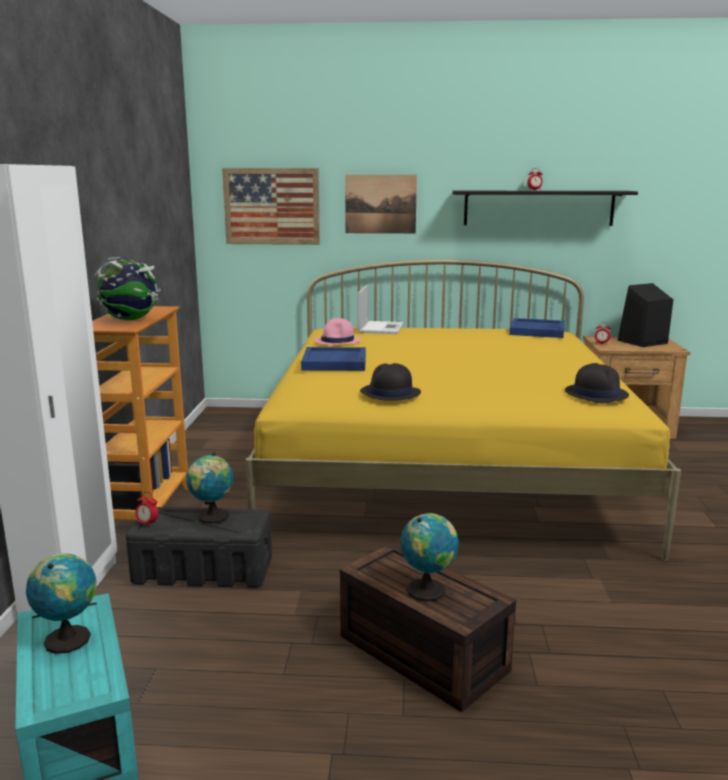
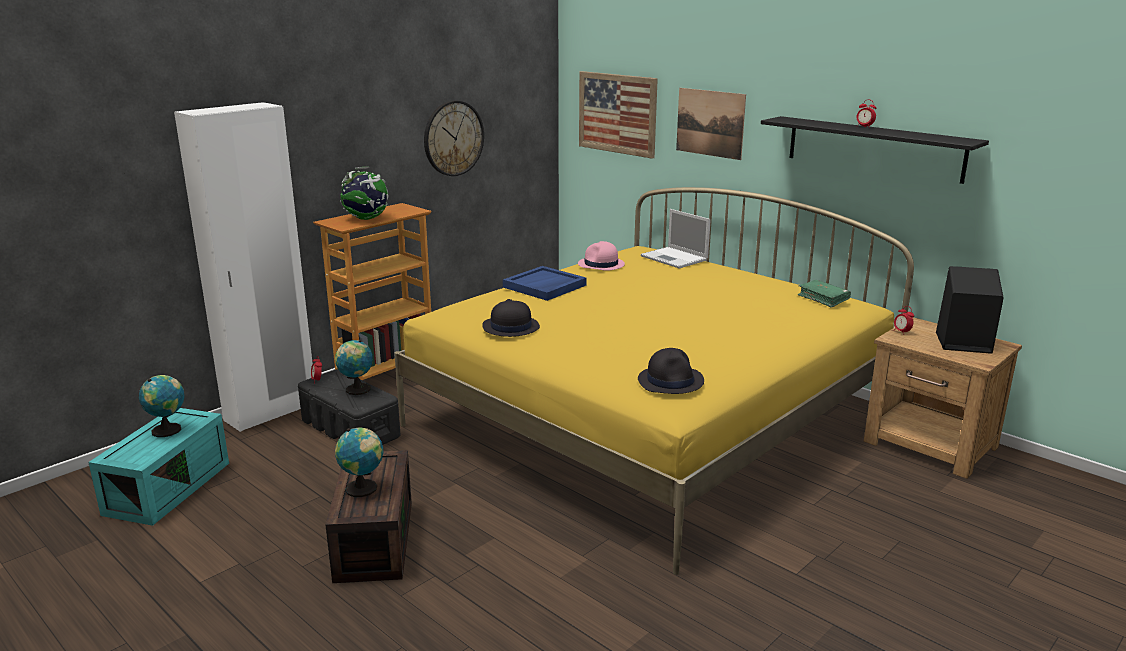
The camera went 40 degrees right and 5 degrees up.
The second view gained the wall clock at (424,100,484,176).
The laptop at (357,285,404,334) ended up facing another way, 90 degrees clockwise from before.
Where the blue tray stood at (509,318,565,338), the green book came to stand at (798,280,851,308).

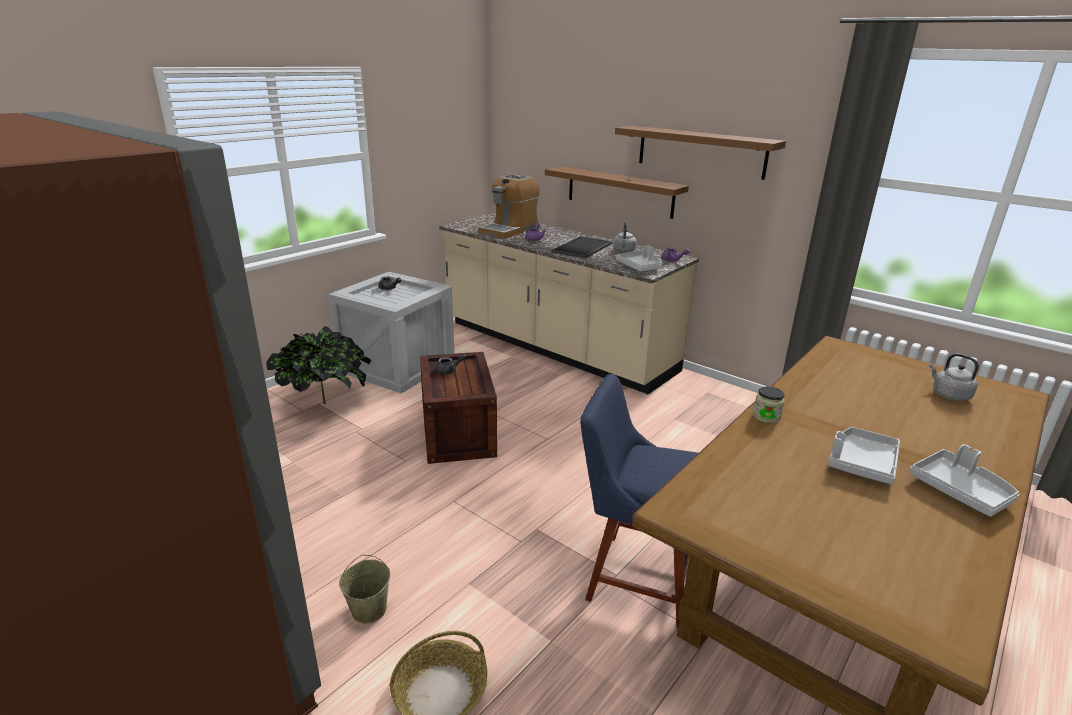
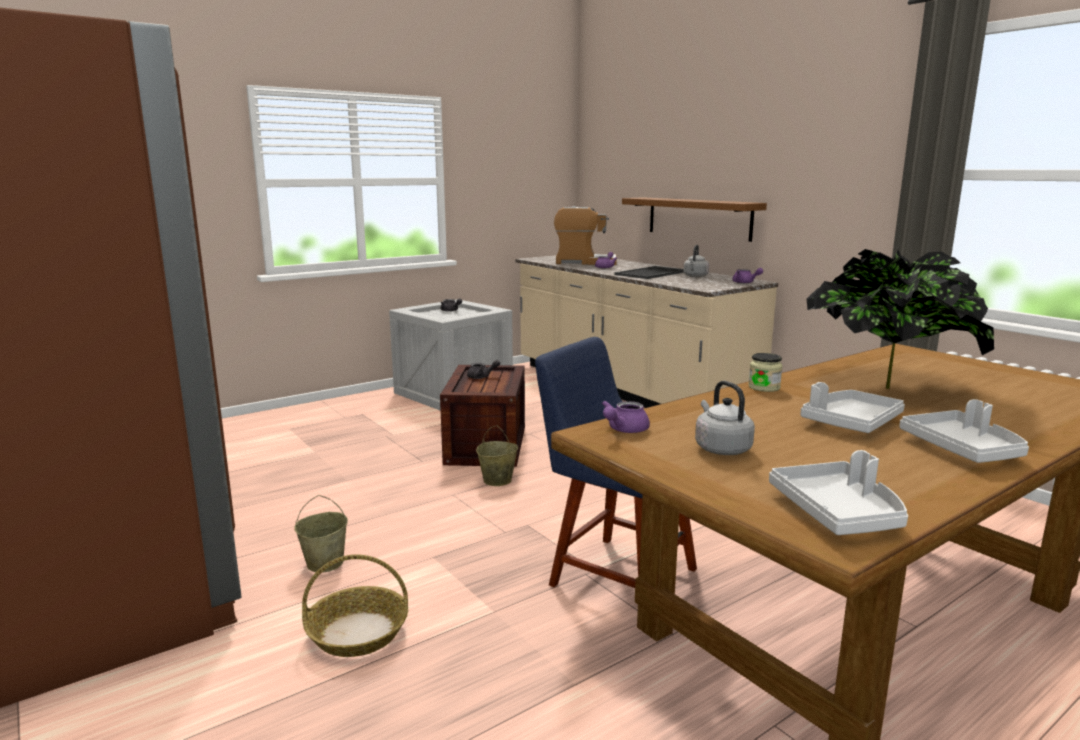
The camera went 15 degrees right and 10 degrees down.
The second view gained the beige bucket at (476,425,518,486).
The coffee machine at (478,174,540,239) ended up facing another way, 135 degrees counterclockwise from before.
The second view gained the purple teapot at (602,401,650,433).
The grey kettle ended up elsewhere, having gone from (929,354,979,401) to (695,381,755,455).
The grey tray ended up elsewhere, having gone from (616,245,663,271) to (769,450,908,535).
The potted plant ended up elsewhere, having gone from (266,326,371,404) to (806,249,994,389).
The second view lost the brown shelf at (615,126,786,180).

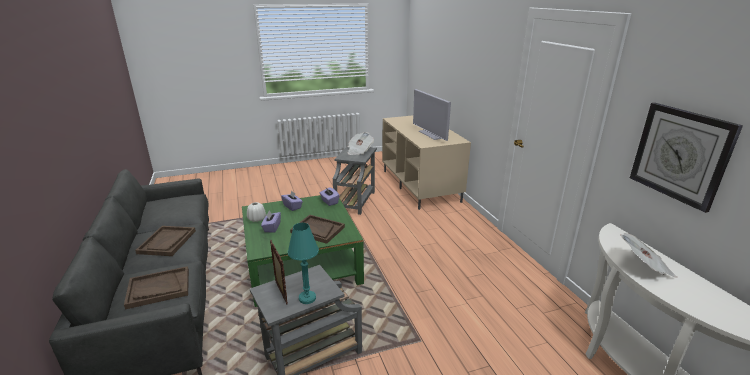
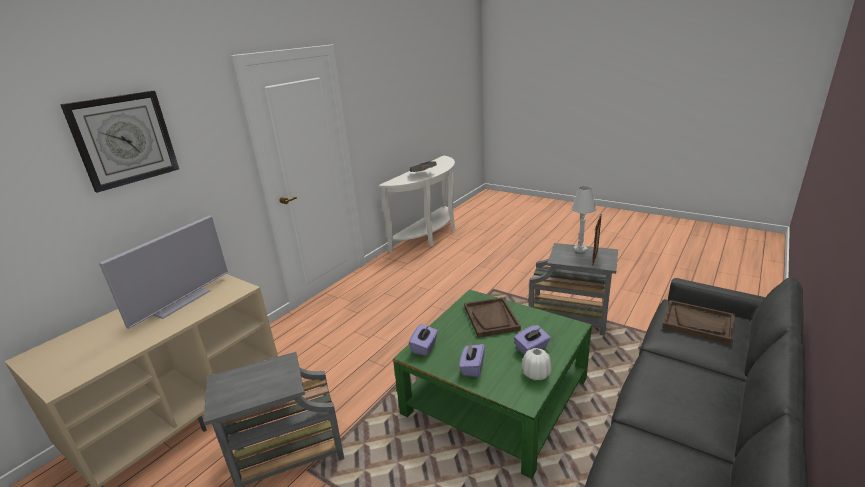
The camera went 125 degrees left and 0 degrees up.
The wall clock ended up elsewhere, having gone from (630,103,743,213) to (60,91,179,193).
What was the turquoise table lamp at (288,223,319,304) turned into the white table lamp at (571,186,596,253).
The second view lost the brown tray at (135,226,196,256).
The second view lost the newspaper at (347,132,374,155).

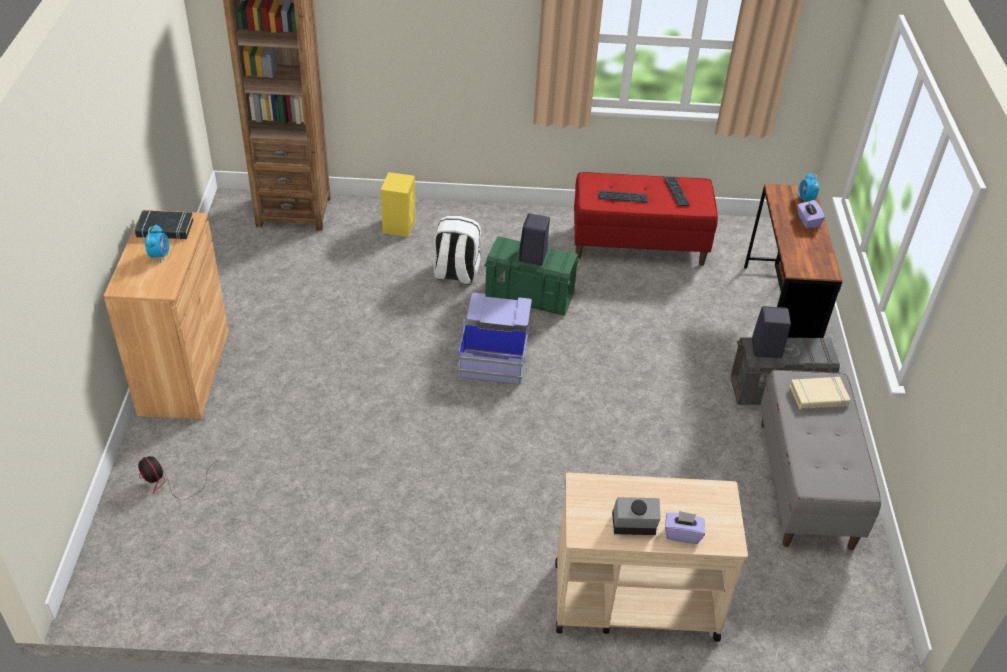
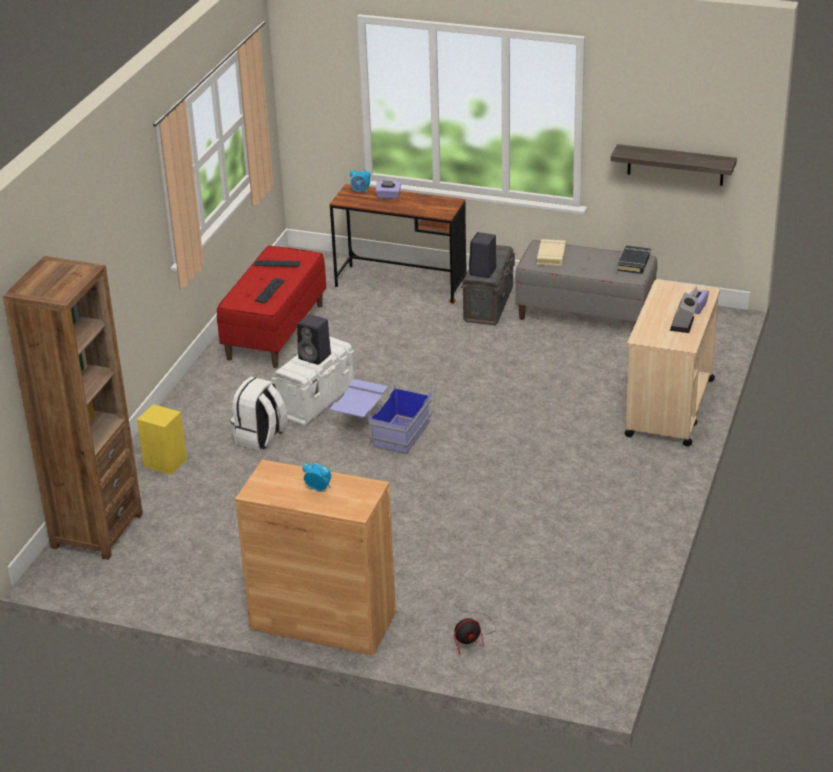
The camera went 70 degrees left and 10 degrees down.
What was the green storage box at (484,236,580,316) turned into the white storage box at (271,336,354,426).
The second view gained the shelf at (610,144,737,186).
The black book ended up elsewhere, having gone from (134,210,193,240) to (617,246,651,274).

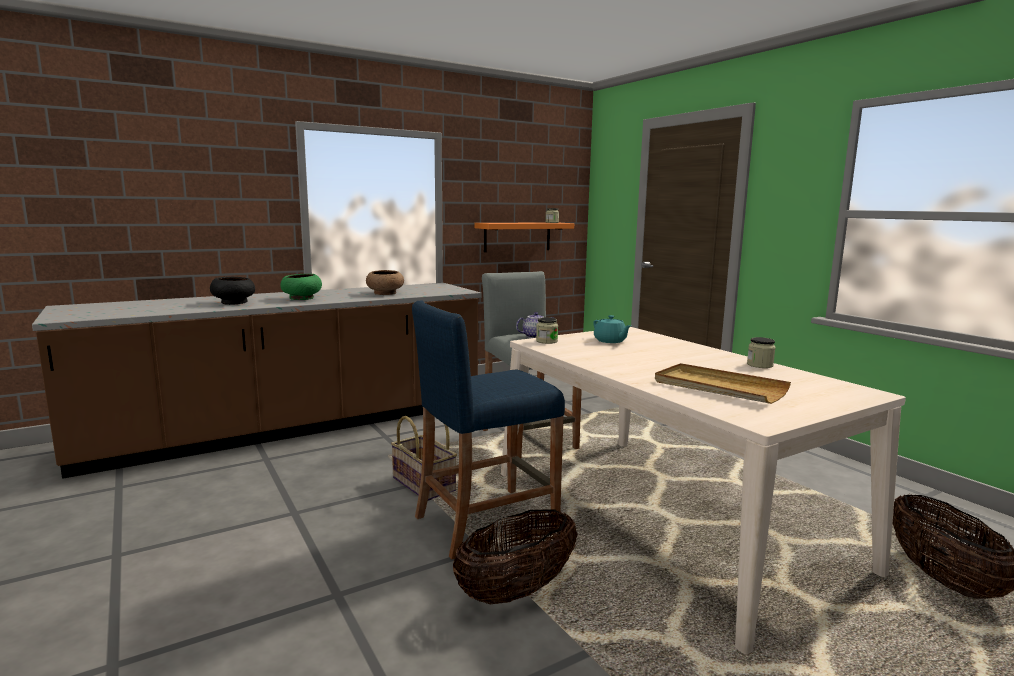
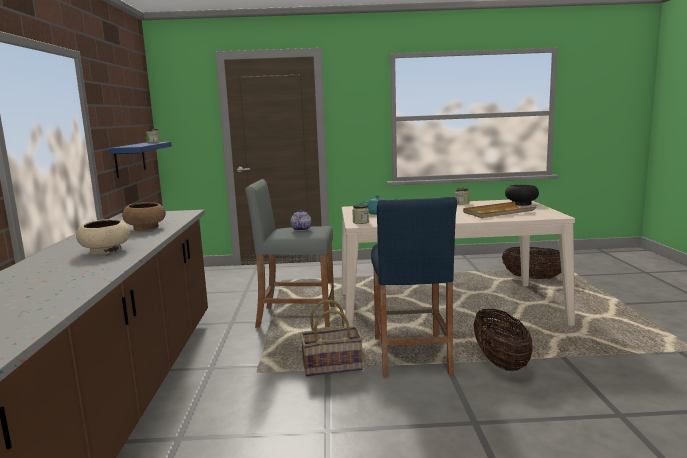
The camera went 60 degrees left and 0 degrees up.
What was the green bowl at (280,274,322,300) turned into the beige bowl at (76,219,131,254).
What was the orange shelf at (474,223,574,252) turned into the blue shelf at (109,142,172,178).
The black bowl ended up elsewhere, having gone from (210,277,255,305) to (505,185,539,206).

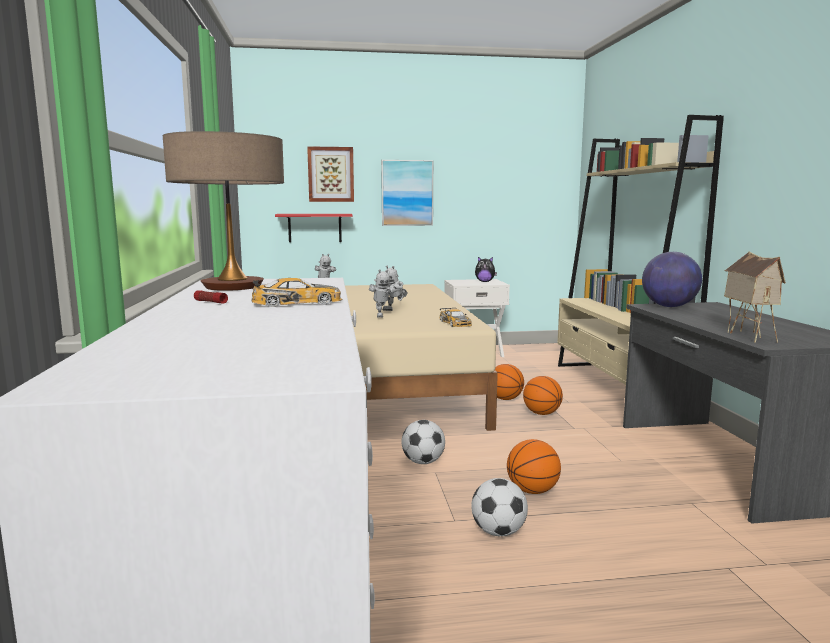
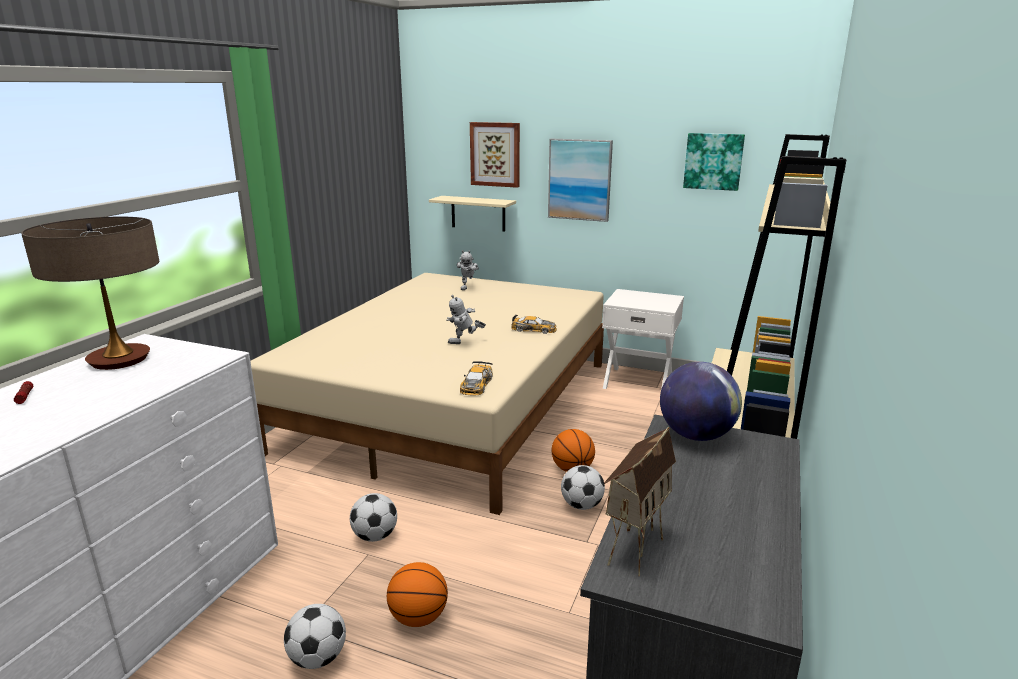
The camera went 30 degrees right and 10 degrees up.
What was the red shelf at (275,214,352,242) turned into the beige shelf at (429,196,516,232).
The toy car ended up elsewhere, having gone from (251,278,342,307) to (511,315,557,334).
Where the basketball stood at (523,376,563,415), the football came to stand at (561,465,605,510).
The second view gained the picture at (683,133,745,191).
The second view lost the toy robot at (369,269,397,318).
The second view lost the plush toy at (475,257,497,282).

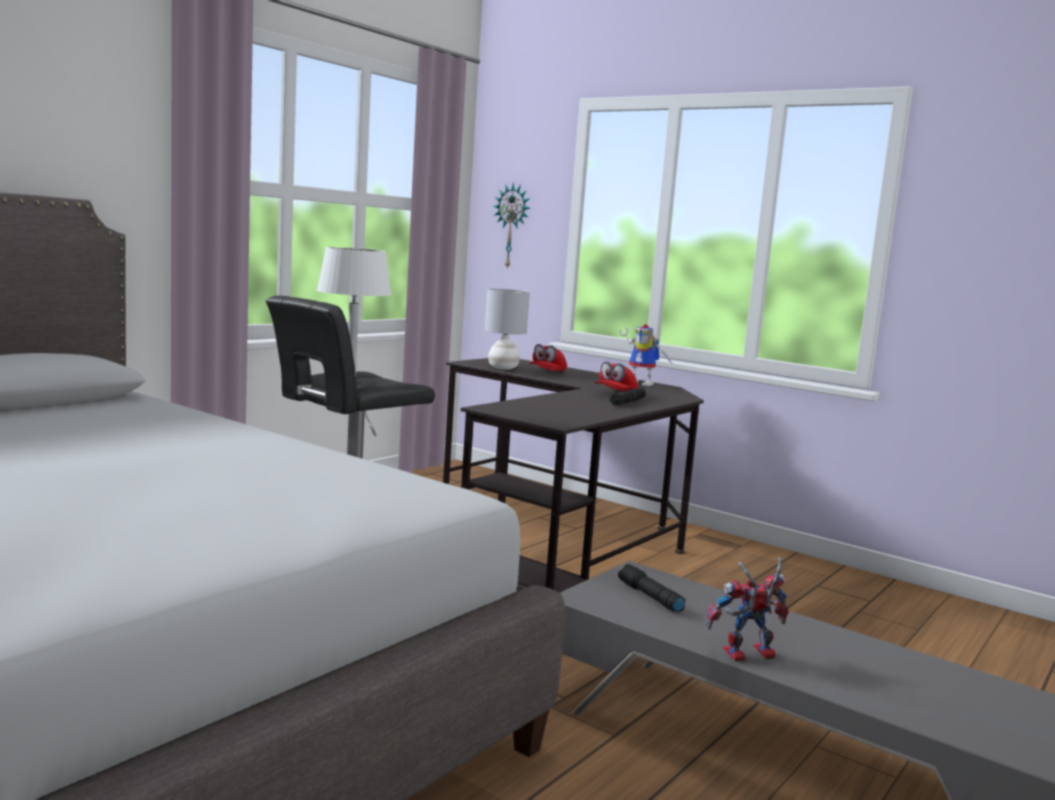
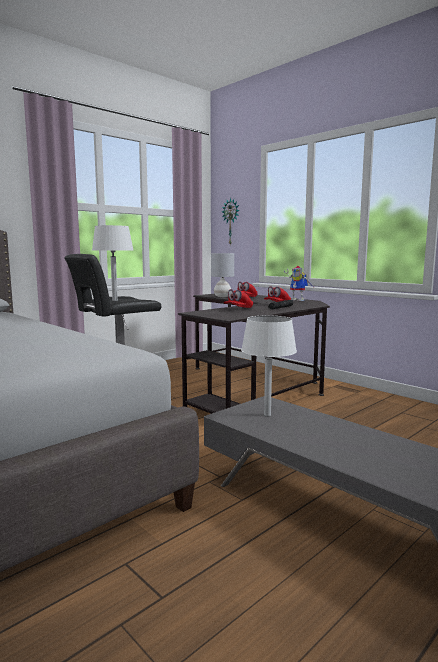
The camera went 10 degrees right and 0 degrees up.
The second view gained the red cap at (224,289,253,308).
Where the black flashlight stood at (618,564,685,612), the white table lamp came to stand at (241,315,297,417).
The second view lost the toy robot at (703,557,788,662).

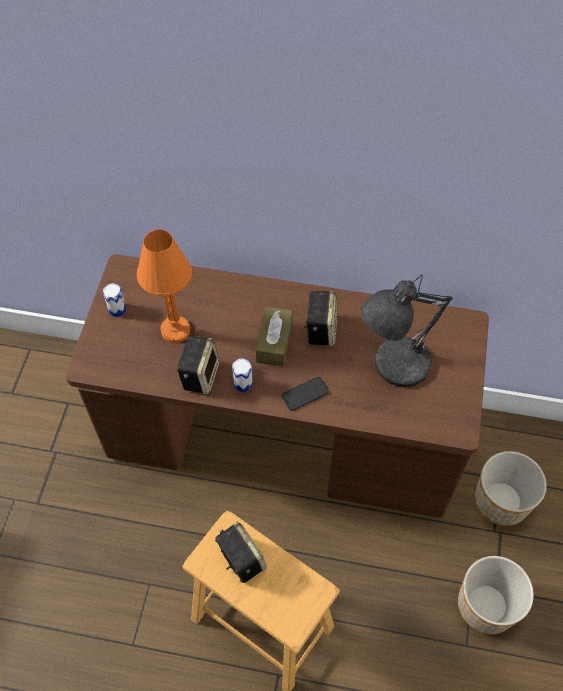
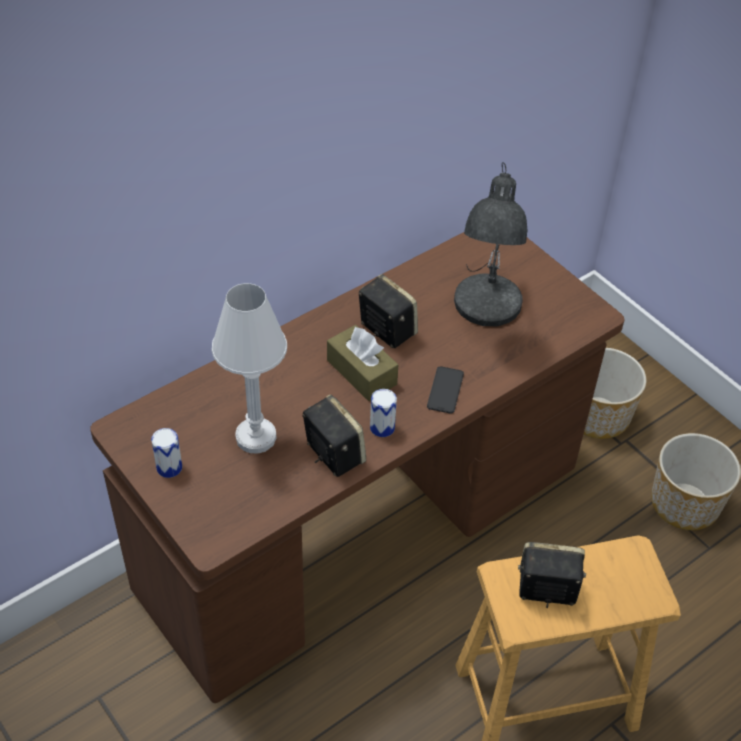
The camera went 50 degrees left and 10 degrees down.
What was the orange table lamp at (137,229,192,343) turned into the white table lamp at (212,283,287,453).

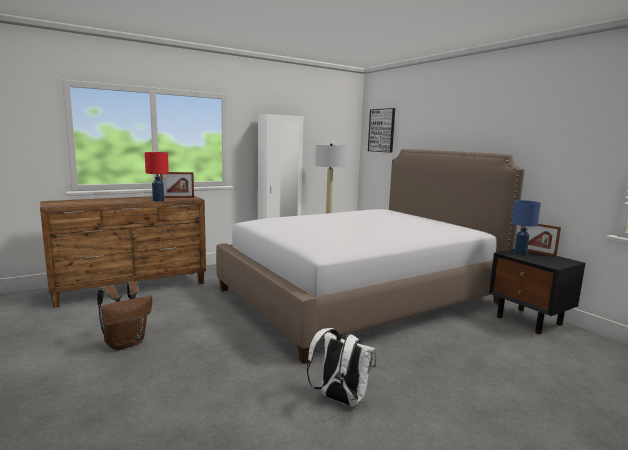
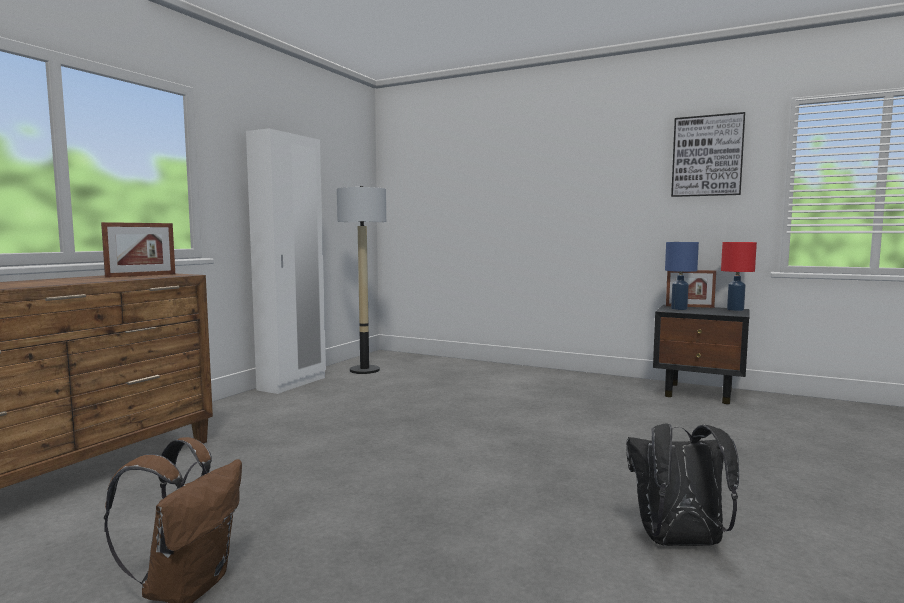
The camera went 30 degrees left and 5 degrees down.
What was the white backpack at (307,328,376,406) turned into the black backpack at (626,423,739,546).
The picture ended up elsewhere, having gone from (368,108,395,153) to (671,112,745,197).
The red table lamp ended up elsewhere, having gone from (145,152,169,201) to (721,242,757,311).
The second view lost the bed at (216,149,525,364).

